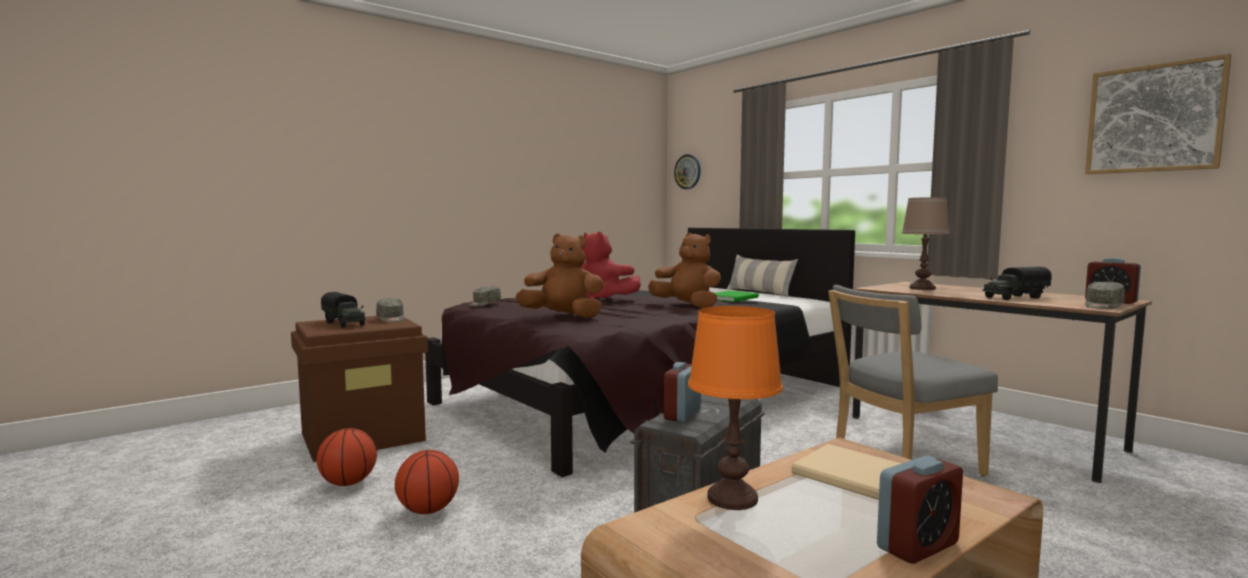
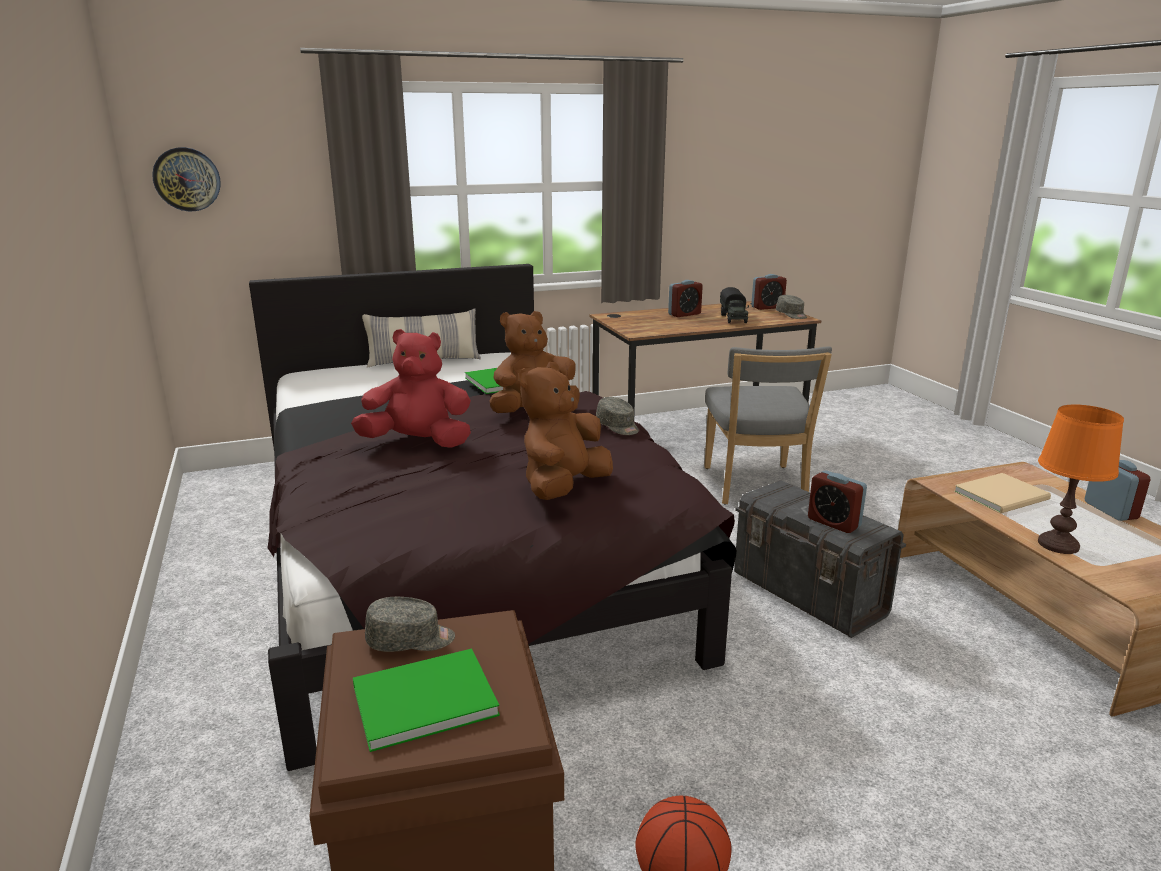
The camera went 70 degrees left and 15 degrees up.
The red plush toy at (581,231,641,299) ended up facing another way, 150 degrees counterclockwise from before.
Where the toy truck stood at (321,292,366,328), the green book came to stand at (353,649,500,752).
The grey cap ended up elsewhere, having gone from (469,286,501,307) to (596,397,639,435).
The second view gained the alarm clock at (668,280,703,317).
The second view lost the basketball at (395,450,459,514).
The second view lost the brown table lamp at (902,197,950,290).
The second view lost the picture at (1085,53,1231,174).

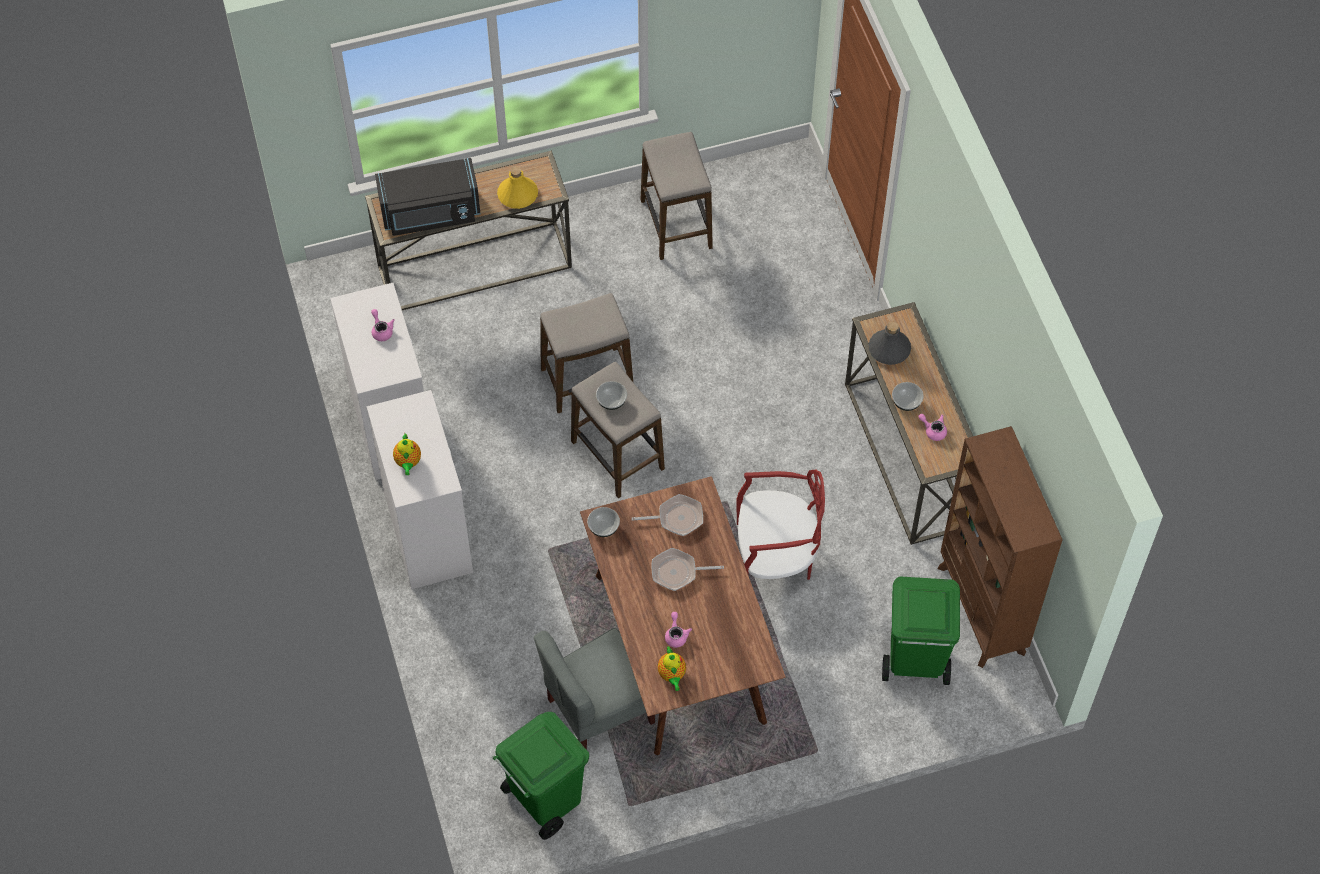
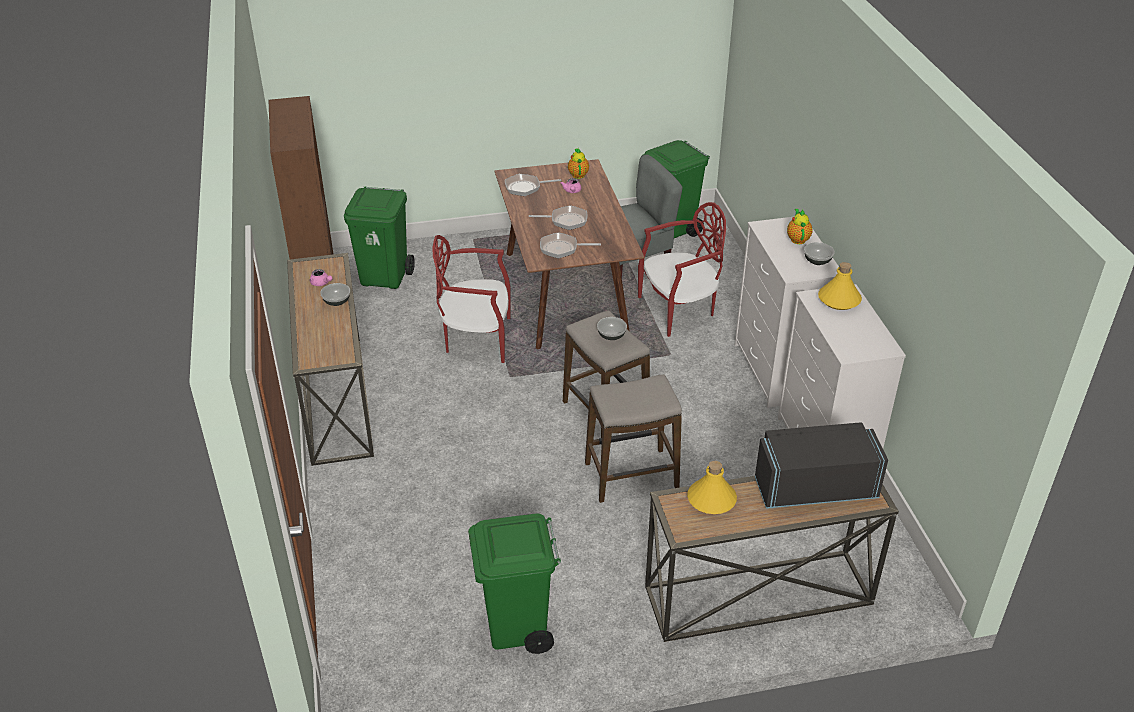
The camera went 175 degrees left and 20 degrees down.
Where the stool stood at (640,132,713,260), the green trash can came to stand at (468,514,561,654).
The second view gained the frying pan at (505,174,561,196).
The second view gained the red chair at (638,202,726,337).
The bowl ended up elsewhere, having gone from (587,507,620,537) to (804,242,835,265).
The second view gained the yellow bottle at (818,262,862,310).
The second view lost the pink teapot at (371,309,395,341).
The second view lost the grey bottle at (868,322,911,365).

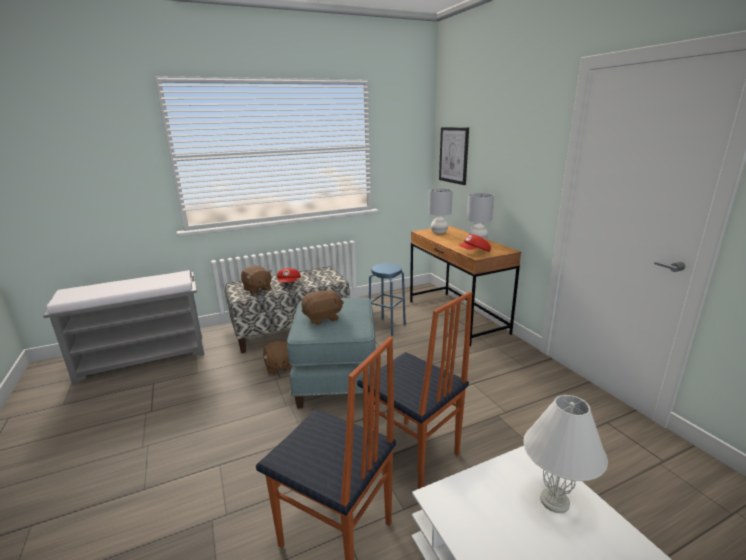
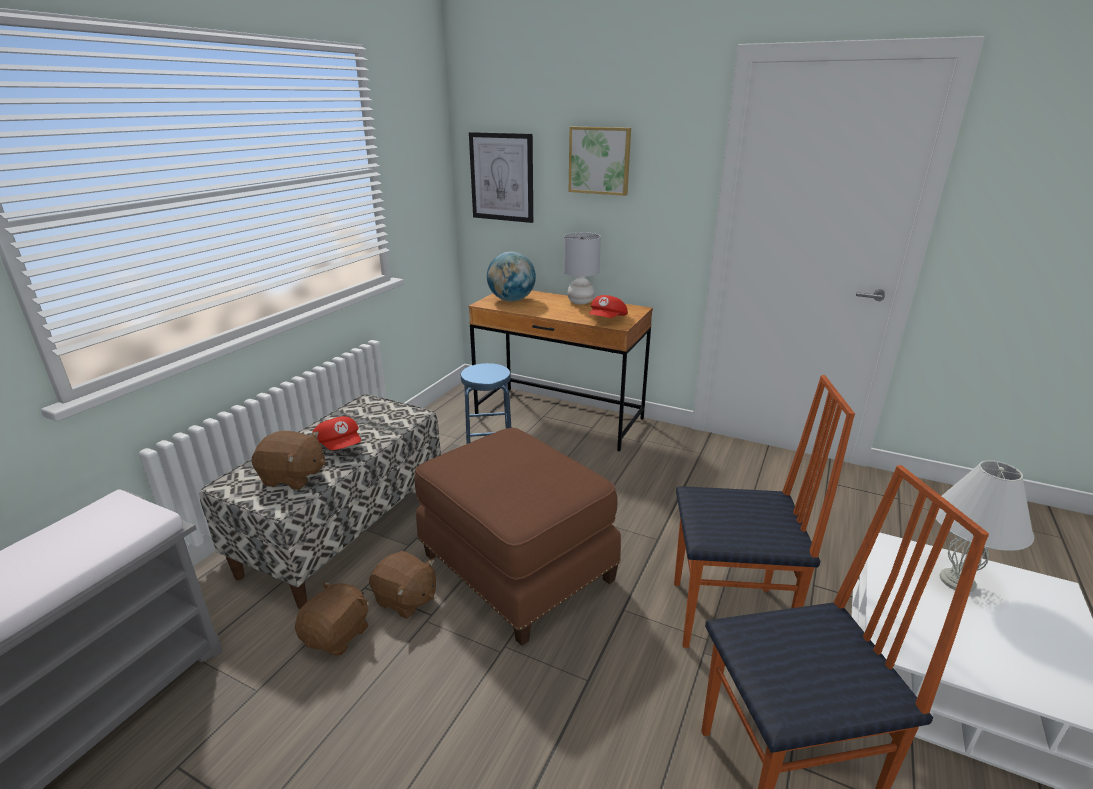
The camera went 40 degrees left and 5 degrees up.
The brown plush toy ended up elsewhere, having gone from (301,288,344,325) to (295,582,369,655).
What was the blue ottoman at (287,297,376,408) turned into the brown ottoman at (414,428,621,646).
Where the grey table lamp stood at (428,188,453,234), the globe came to stand at (487,252,536,301).
The second view gained the picture at (569,127,631,196).

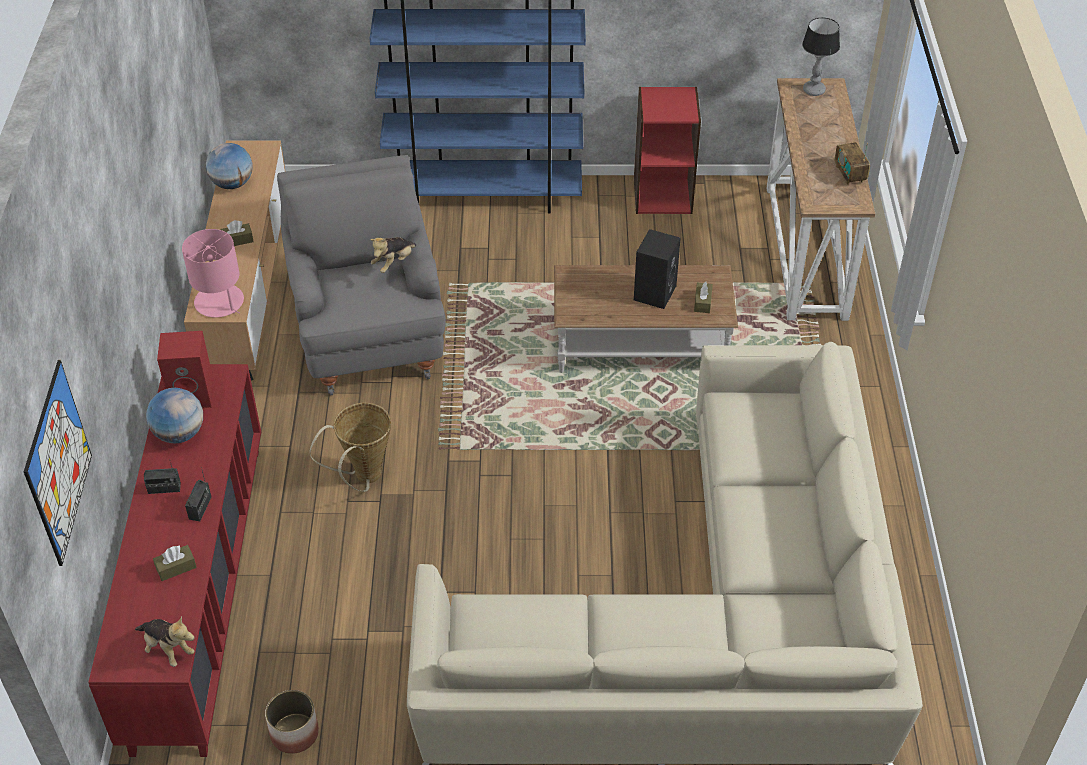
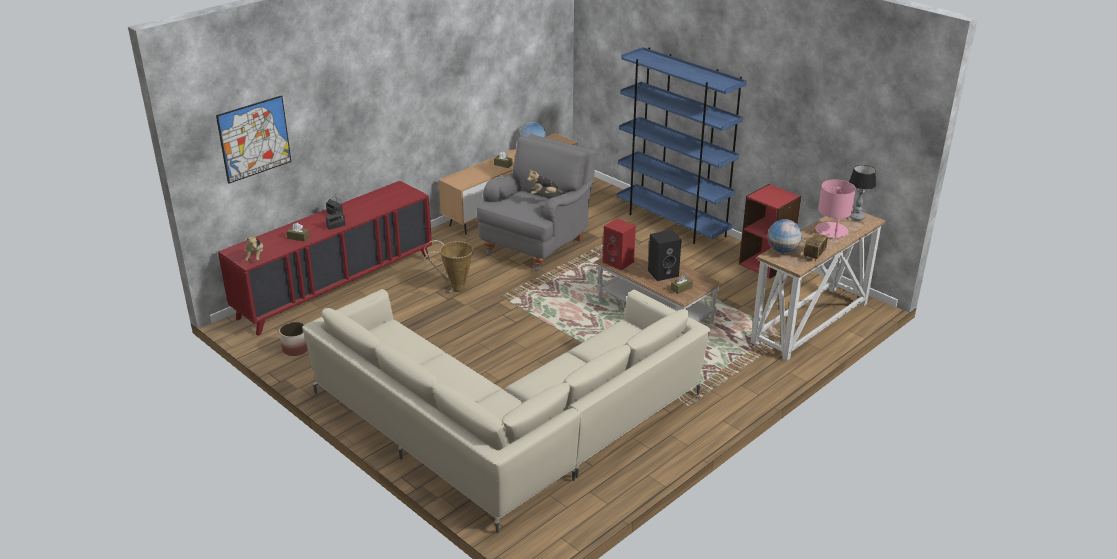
The camera went 45 degrees right and 15 degrees down.
The red speaker ended up elsewhere, having gone from (157,331,214,408) to (603,218,636,270).
The globe ended up elsewhere, having gone from (146,388,203,443) to (767,219,802,253).
The pink table lamp ended up elsewhere, having gone from (182,229,244,317) to (815,179,856,239).

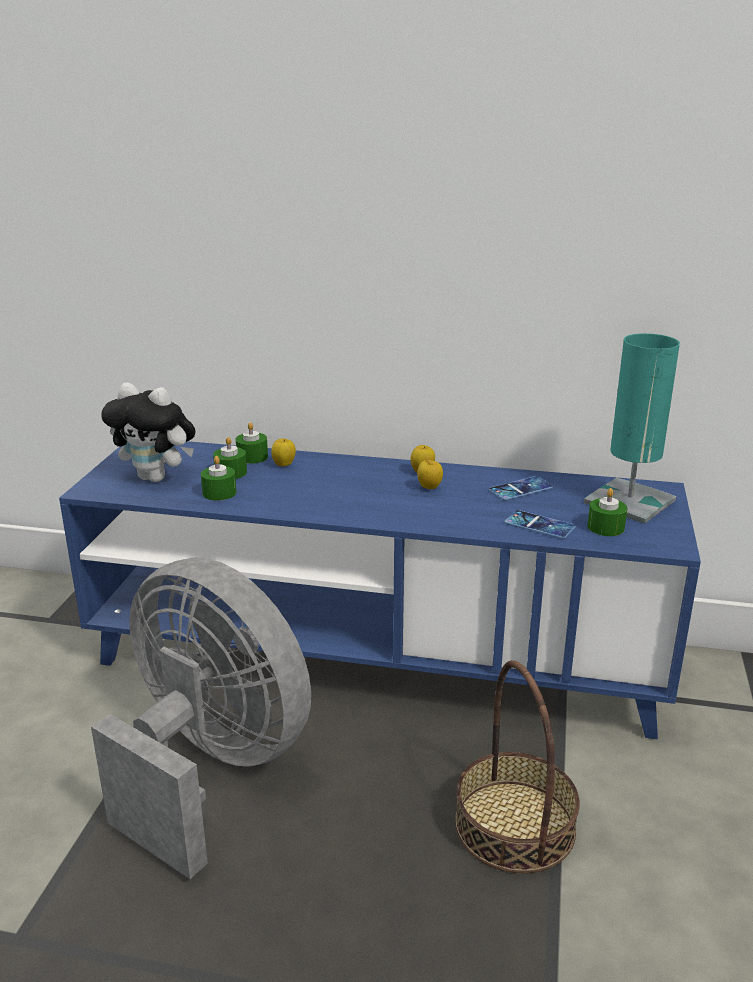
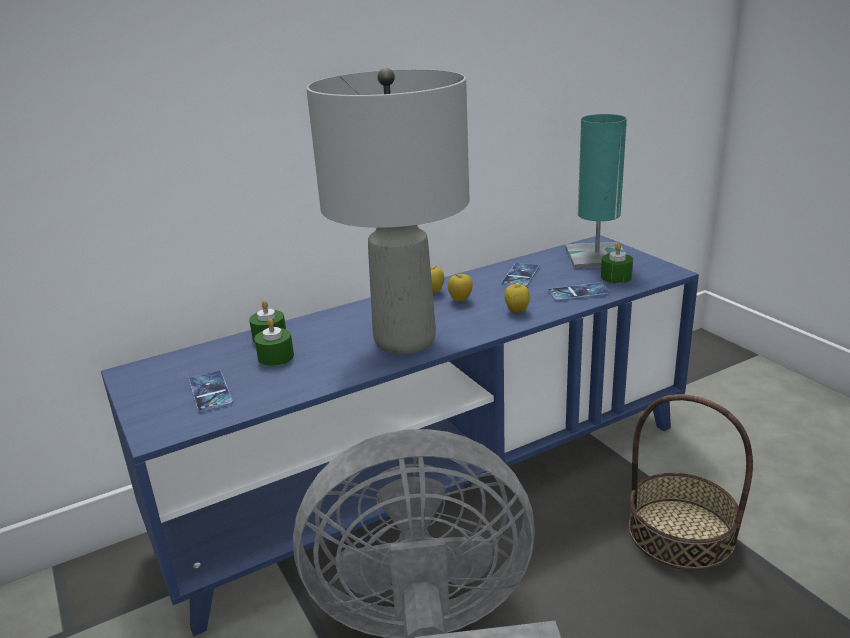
The camera went 40 degrees left and 0 degrees up.
Where the plush toy stood at (101,382,196,482), the phone came to stand at (189,371,233,412).
The second view gained the grey table lamp at (306,68,469,355).
The apple ended up elsewhere, having gone from (271,438,296,467) to (504,283,530,313).
The second view lost the green candle at (201,456,237,501).

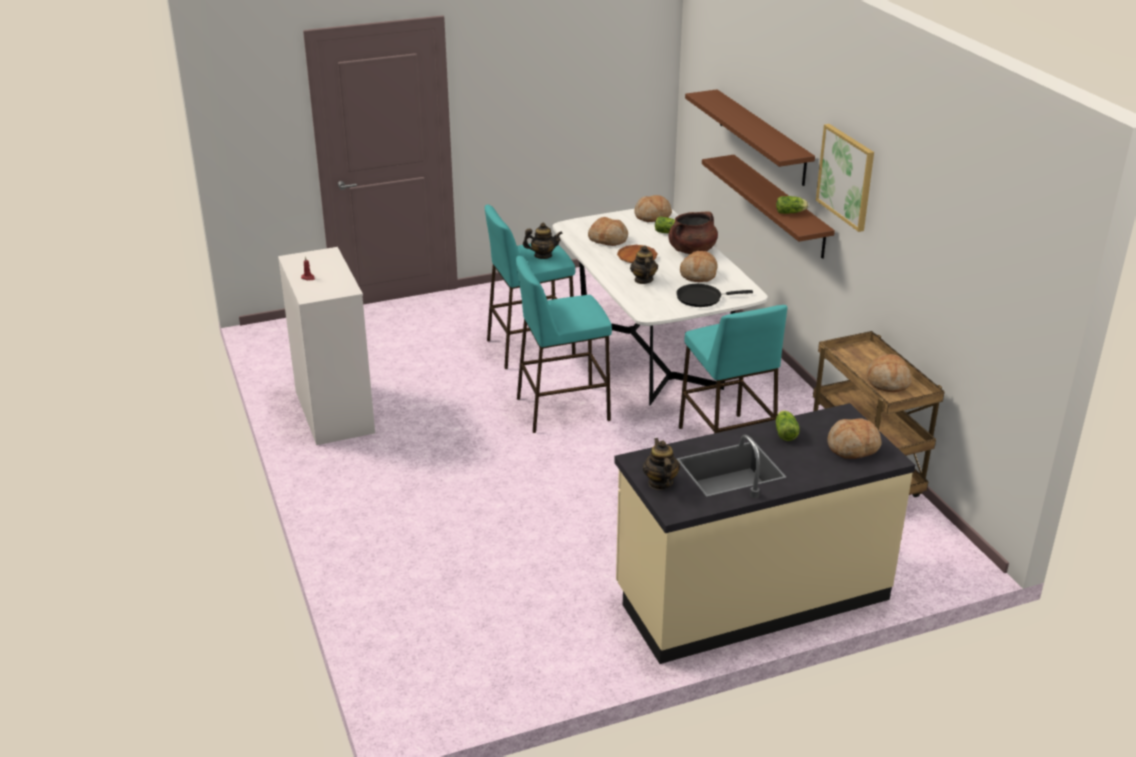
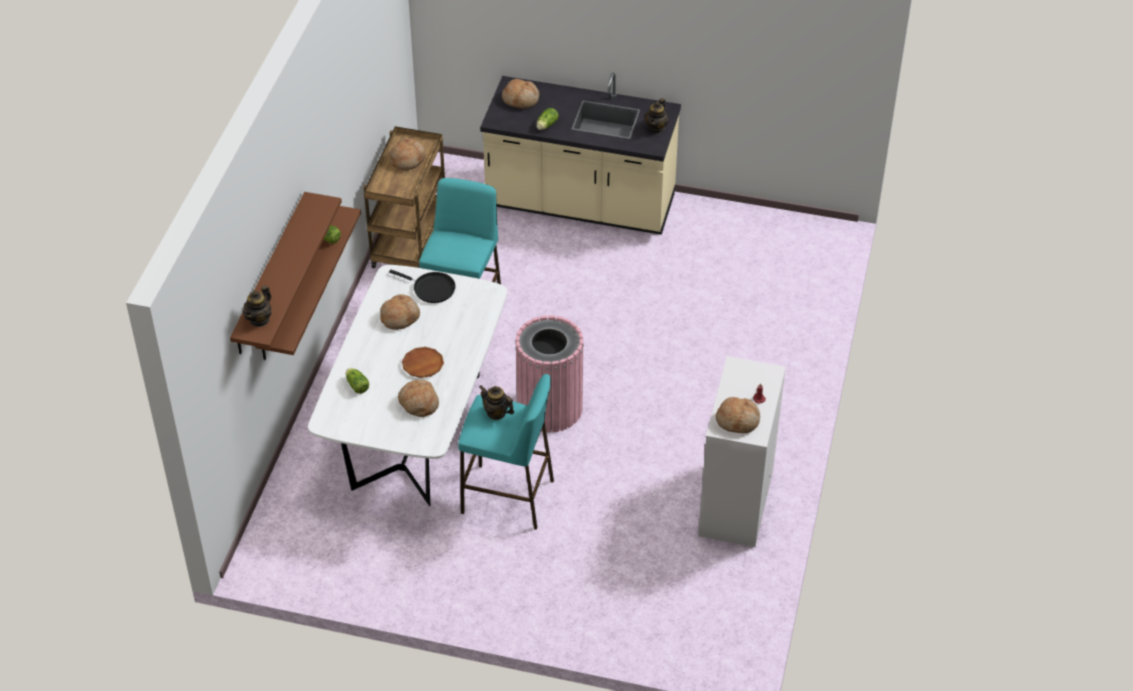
The camera went 145 degrees left and 15 degrees up.
The teapot ended up elsewhere, having gone from (630,246,658,284) to (242,285,271,327).
Where the turquoise stool stood at (516,256,612,433), the pink trash can came to stand at (515,315,584,433).
The bread ended up elsewhere, having gone from (635,195,672,222) to (716,397,760,433).
The second view lost the brown cooking pot at (668,211,718,254).
The second view lost the picture at (816,124,874,232).

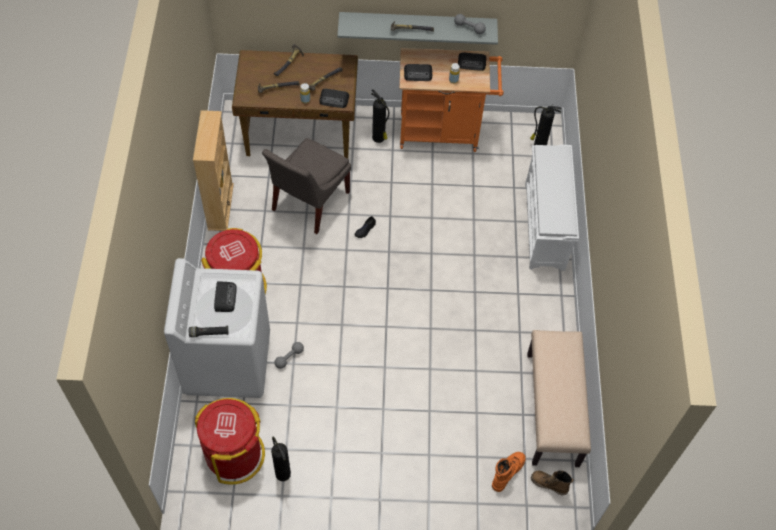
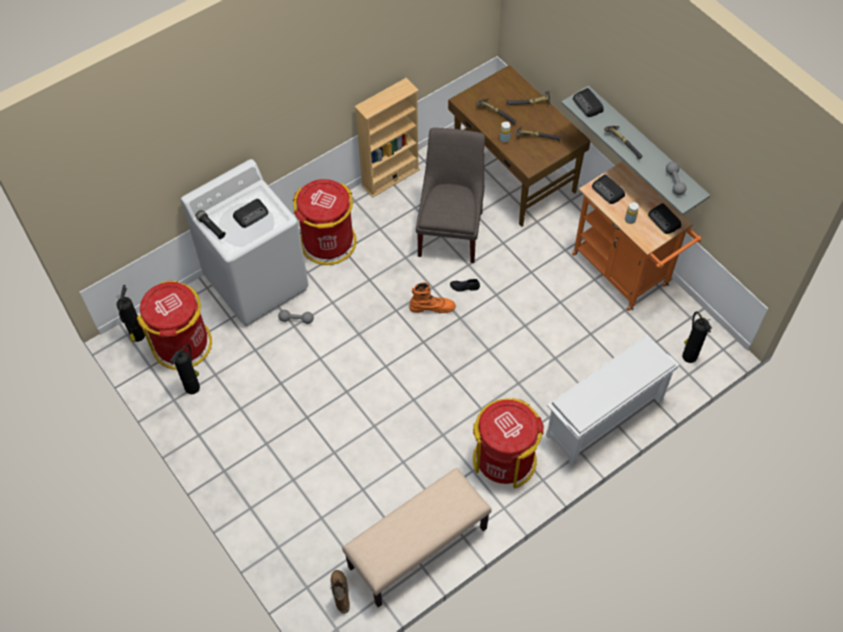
The camera went 55 degrees right and 0 degrees up.
The fire extinguisher ended up elsewhere, having gone from (371,90,389,143) to (117,285,145,342).
The orange boot ended up elsewhere, having gone from (492,452,526,492) to (409,282,456,313).
The grey chair at (262,138,351,234) ended up facing another way, 105 degrees clockwise from before.
The second view gained the red trash can at (473,398,544,488).
The radio ended up elsewhere, having gone from (320,89,349,108) to (573,88,604,117).

